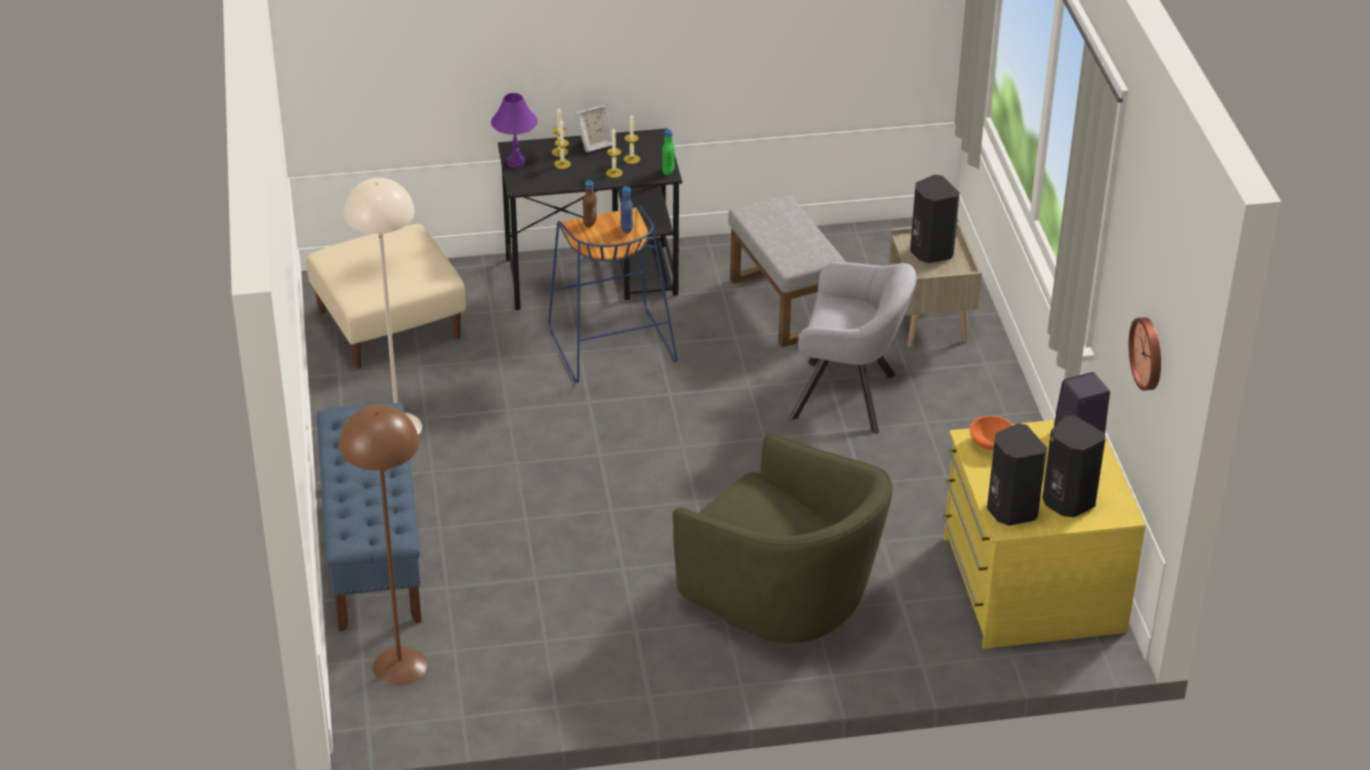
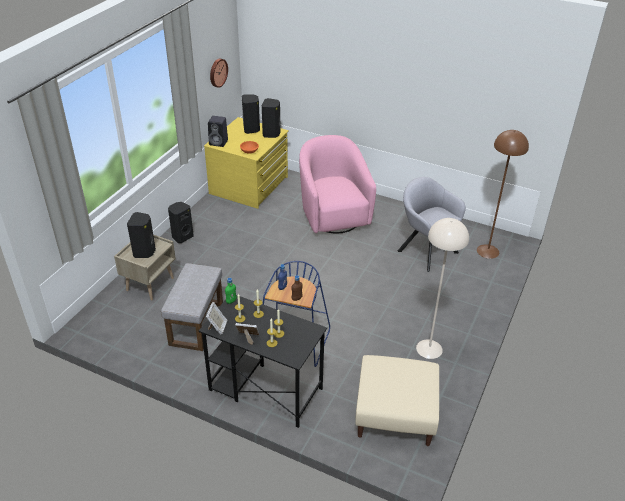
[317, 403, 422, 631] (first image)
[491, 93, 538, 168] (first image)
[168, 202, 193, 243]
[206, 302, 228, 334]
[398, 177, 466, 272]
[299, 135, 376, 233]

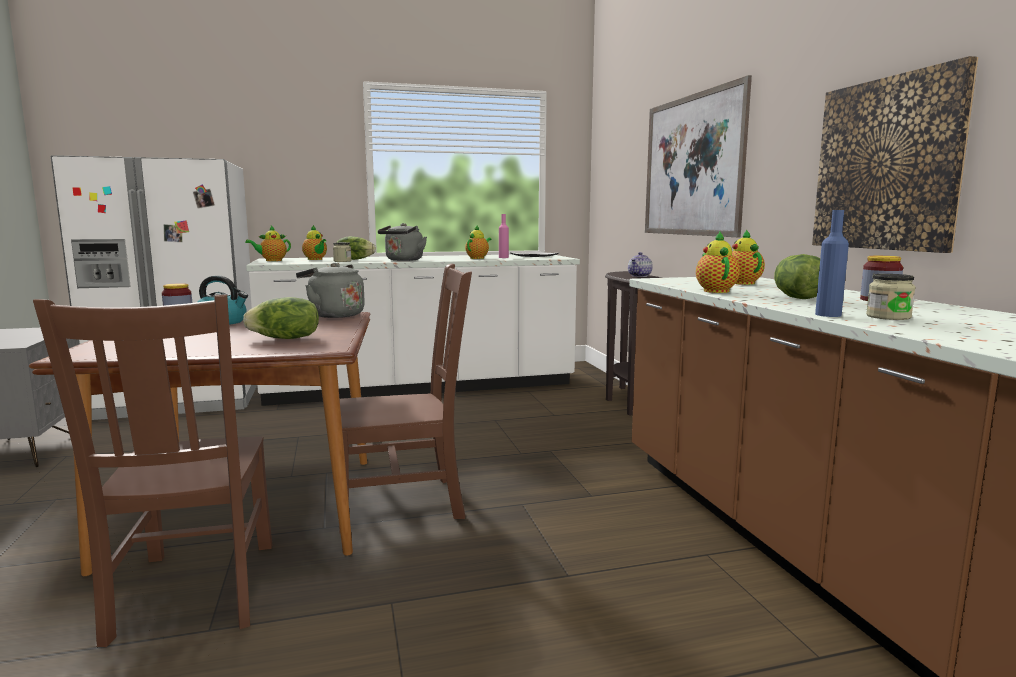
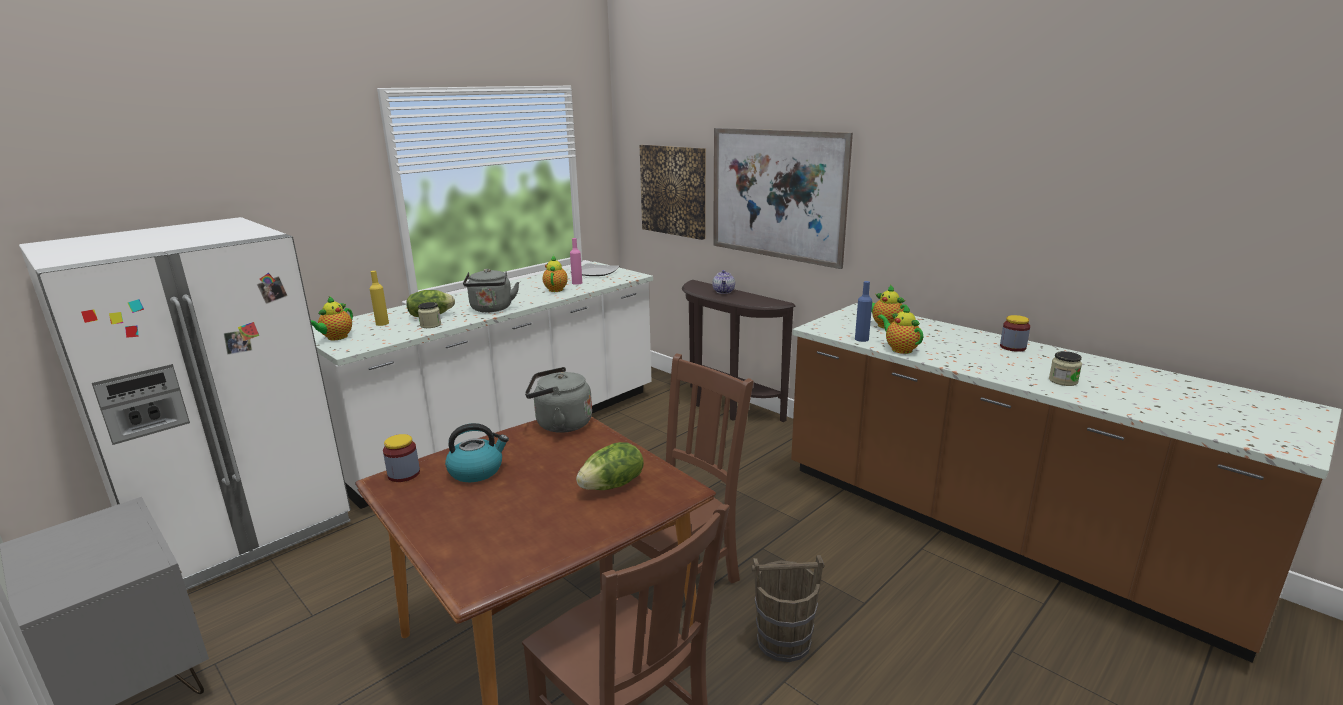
[774, 254, 820, 299] (first image)
[751, 555, 824, 662]
[640, 145, 706, 240]
[855, 281, 872, 342]
[369, 271, 389, 326]

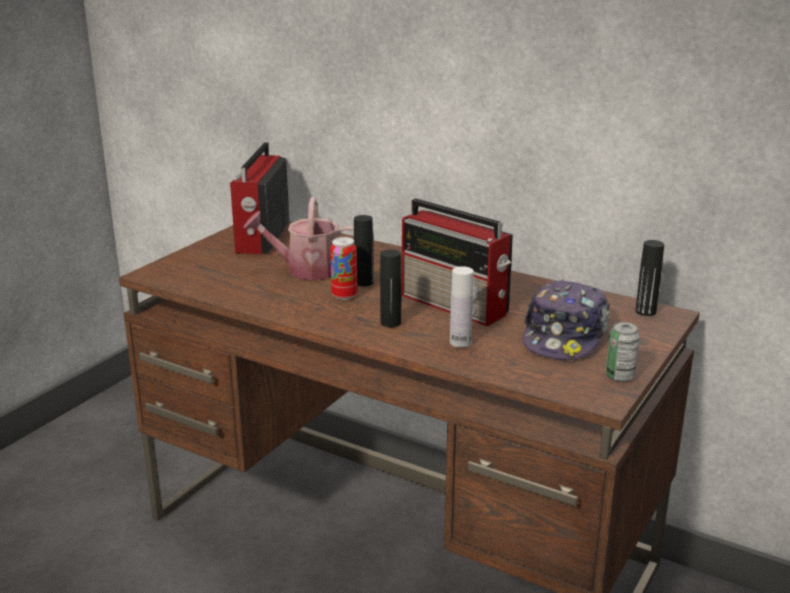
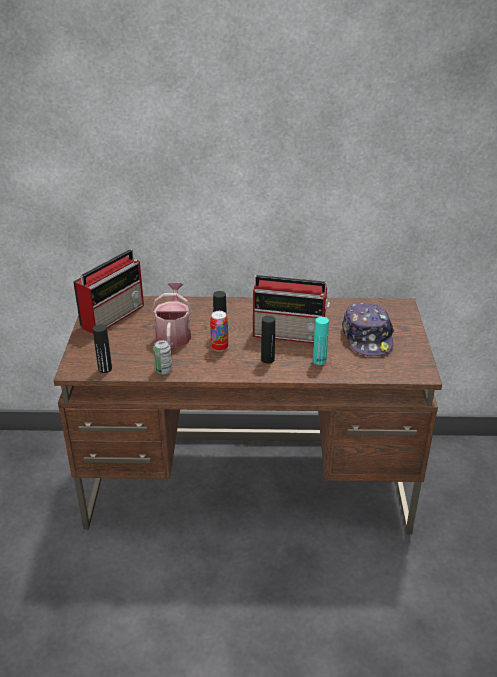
[153, 340, 172, 375]
[93, 324, 112, 373]
[313, 317, 329, 365]
[73, 249, 144, 334]
[151, 282, 192, 348]

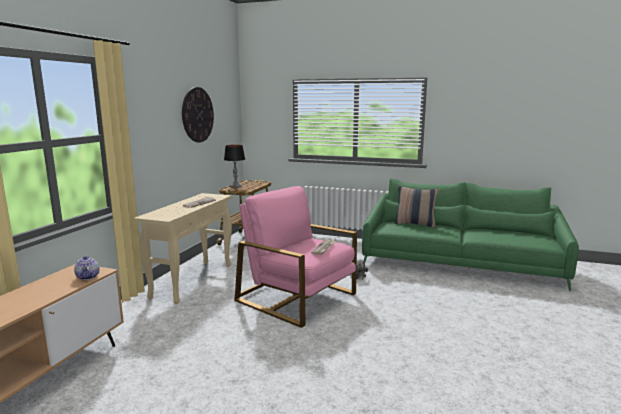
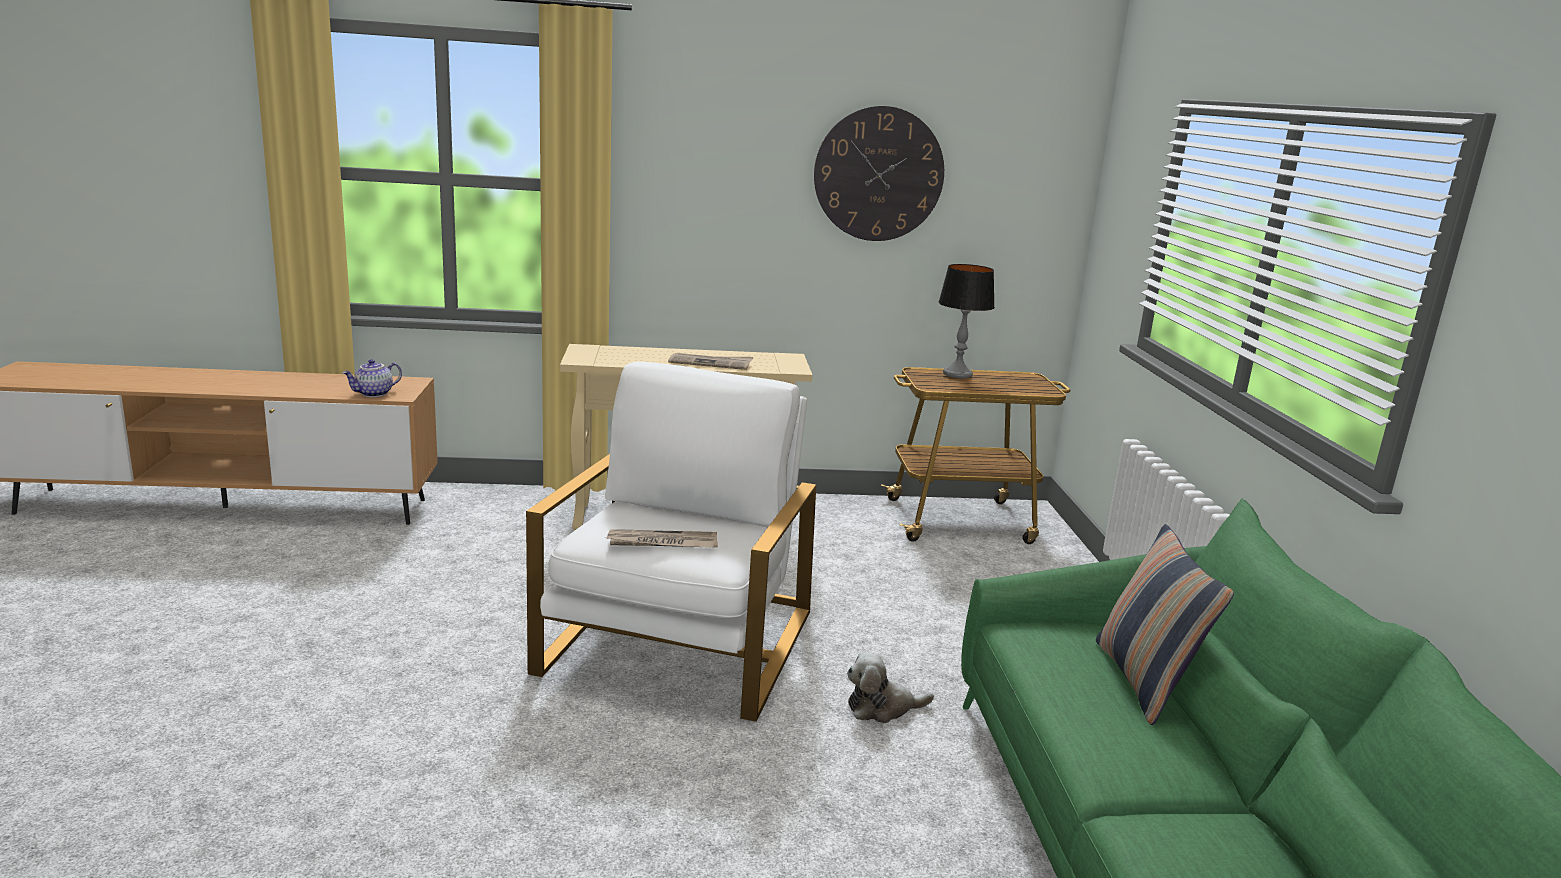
[526, 362, 816, 722]

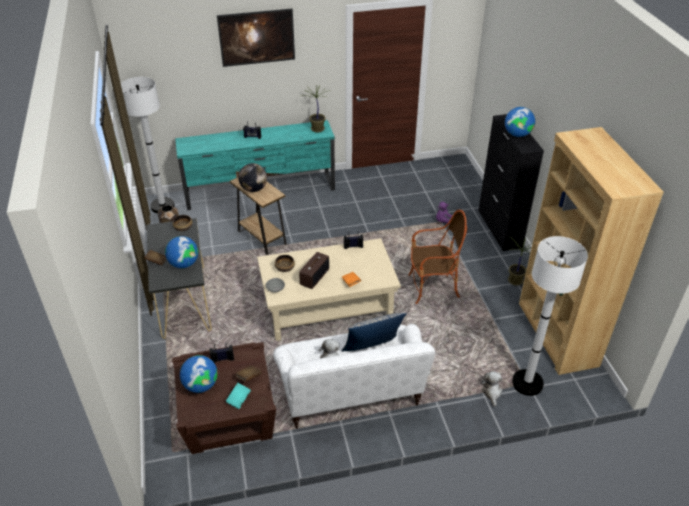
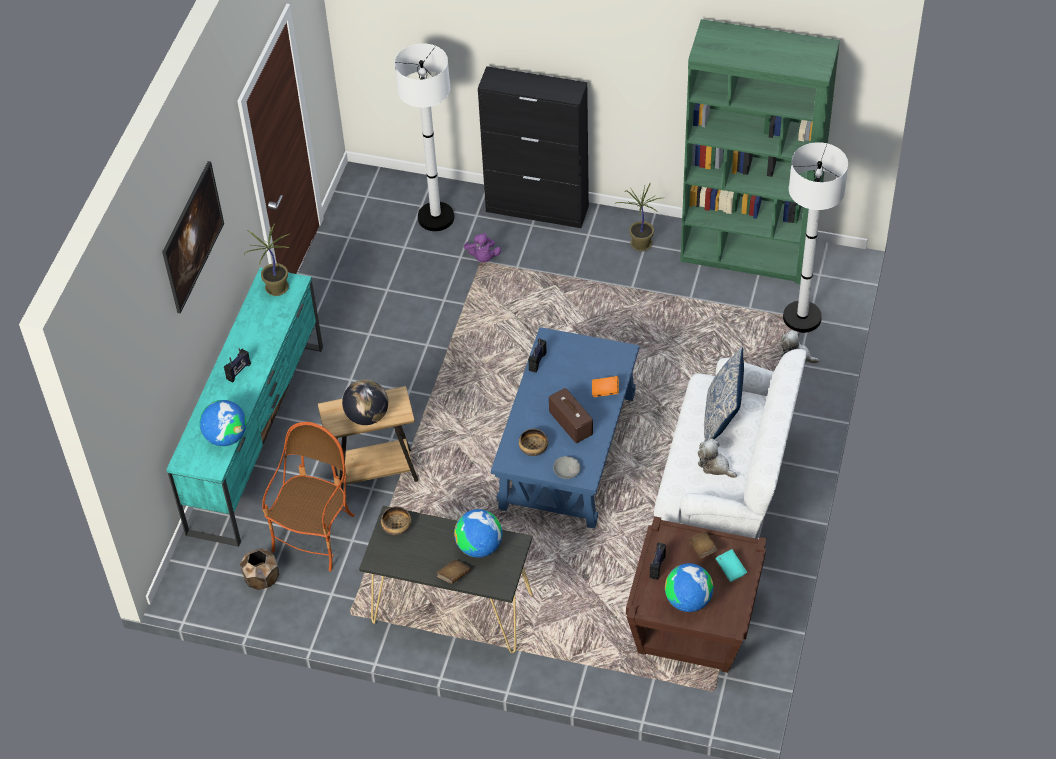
[395, 43, 454, 231]
[262, 422, 354, 571]
[200, 400, 247, 446]
[491, 327, 639, 529]
[680, 19, 840, 284]

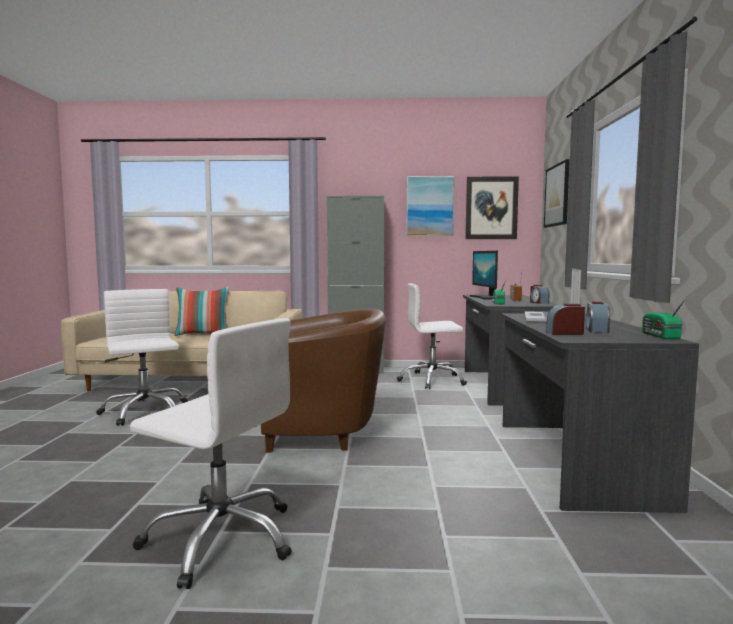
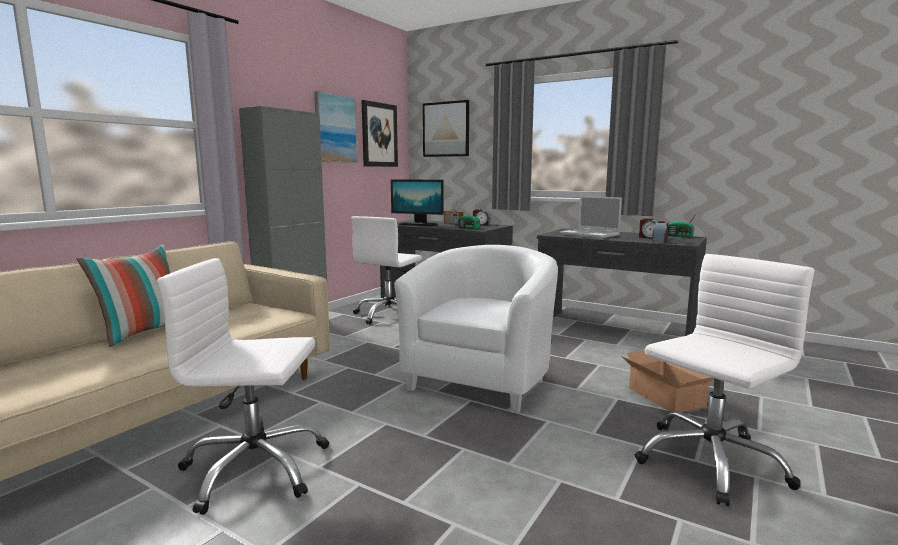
[622, 350, 714, 412]
[394, 245, 558, 414]

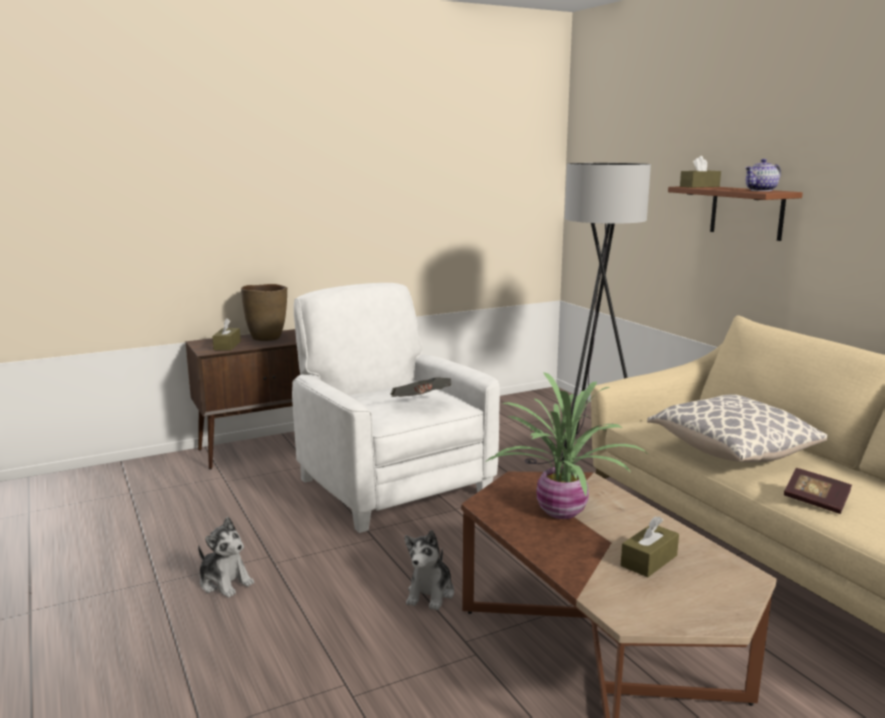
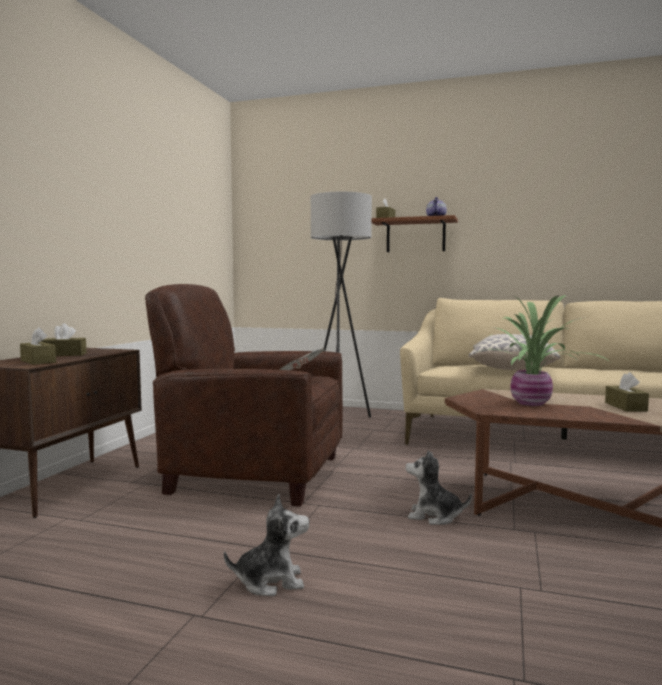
[784, 468, 852, 514] (first image)
[41, 323, 86, 356]
[145, 284, 343, 506]
[406, 450, 472, 525]

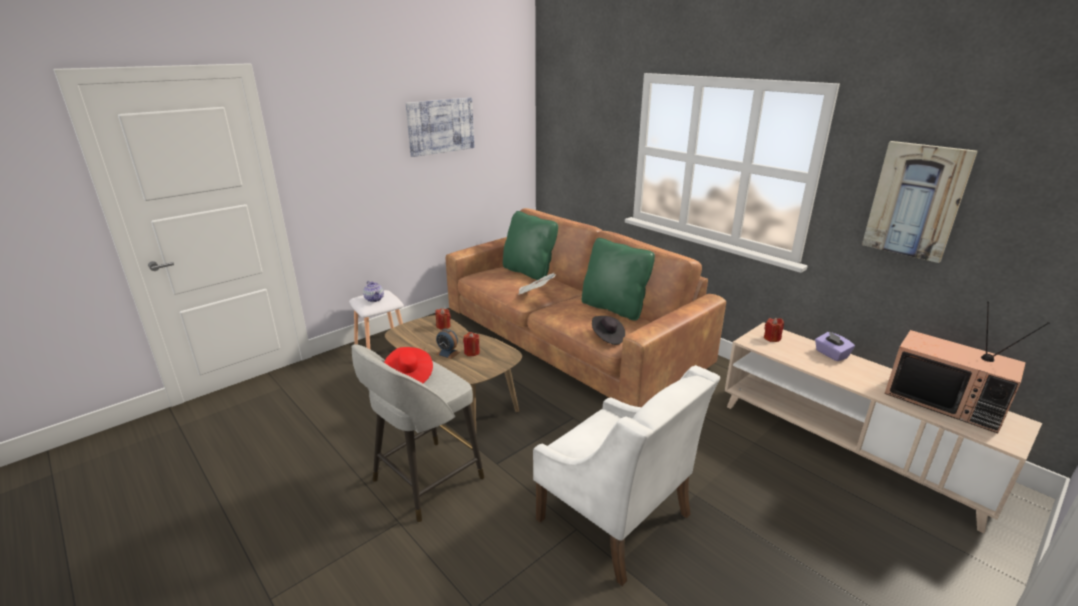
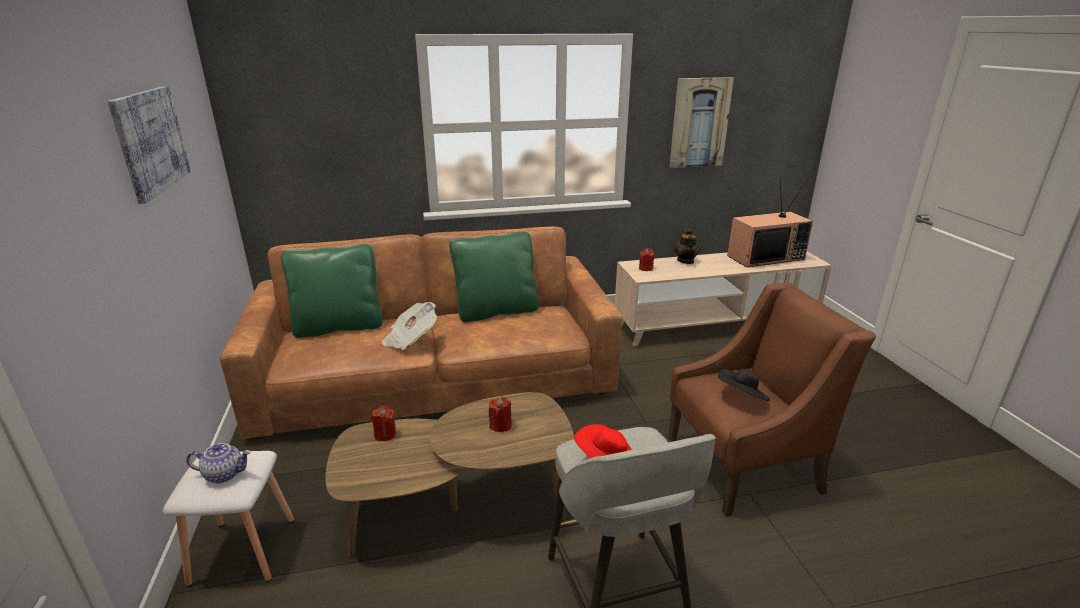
[436, 328, 460, 359] (first image)
[718, 369, 770, 401]
[674, 229, 700, 264]
[668, 283, 876, 517]

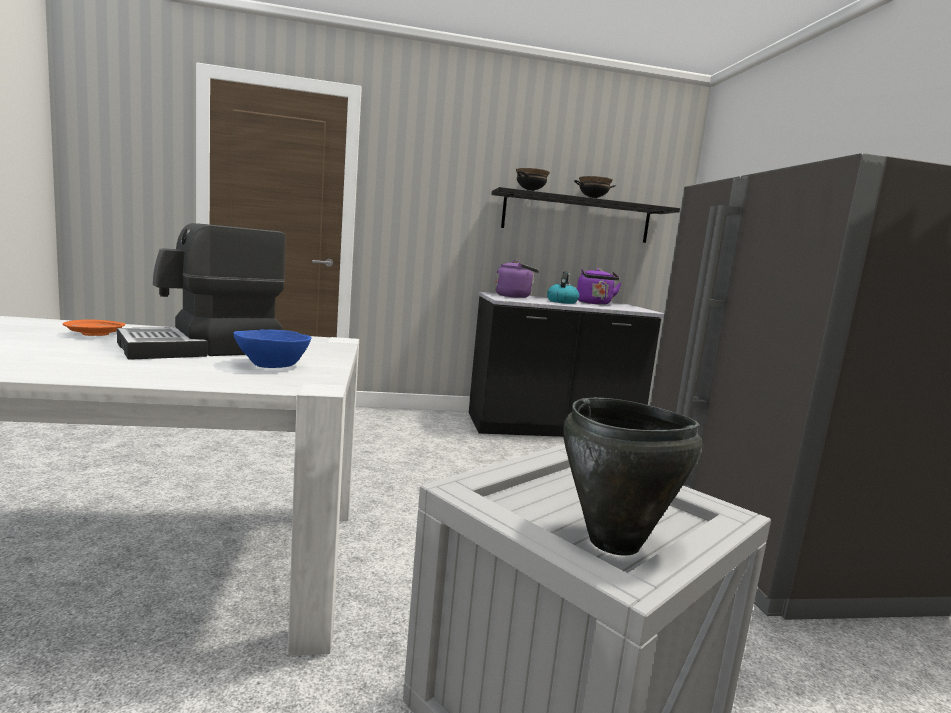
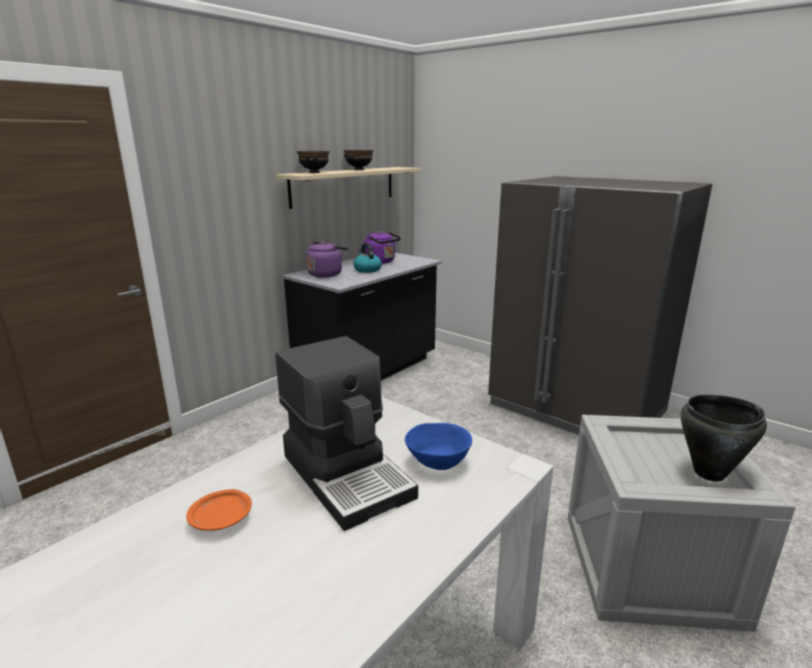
[276, 167, 421, 209]
[275, 336, 418, 531]

